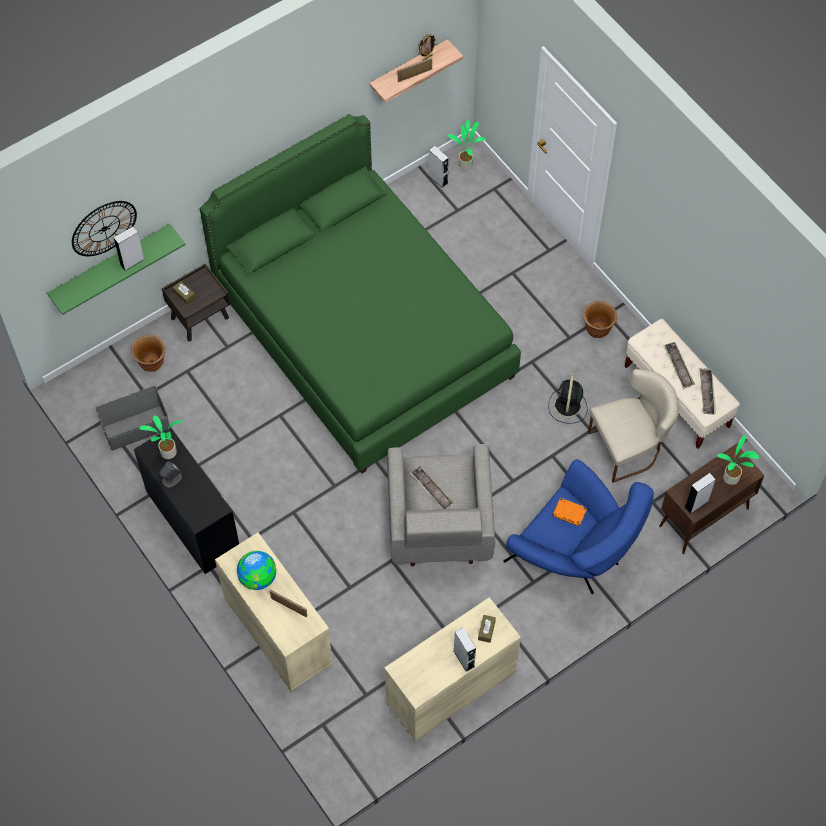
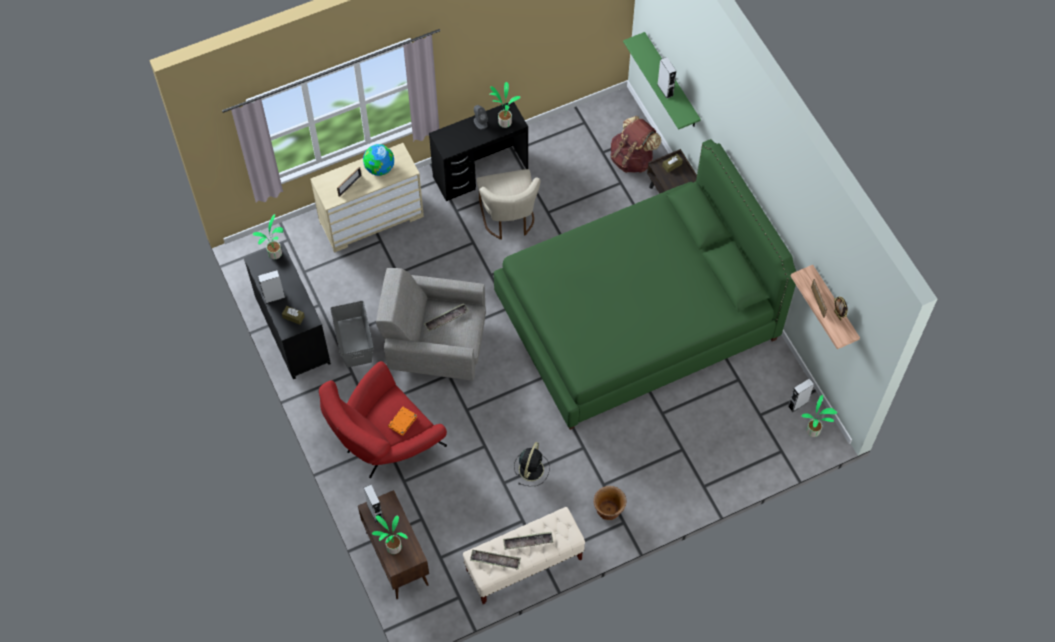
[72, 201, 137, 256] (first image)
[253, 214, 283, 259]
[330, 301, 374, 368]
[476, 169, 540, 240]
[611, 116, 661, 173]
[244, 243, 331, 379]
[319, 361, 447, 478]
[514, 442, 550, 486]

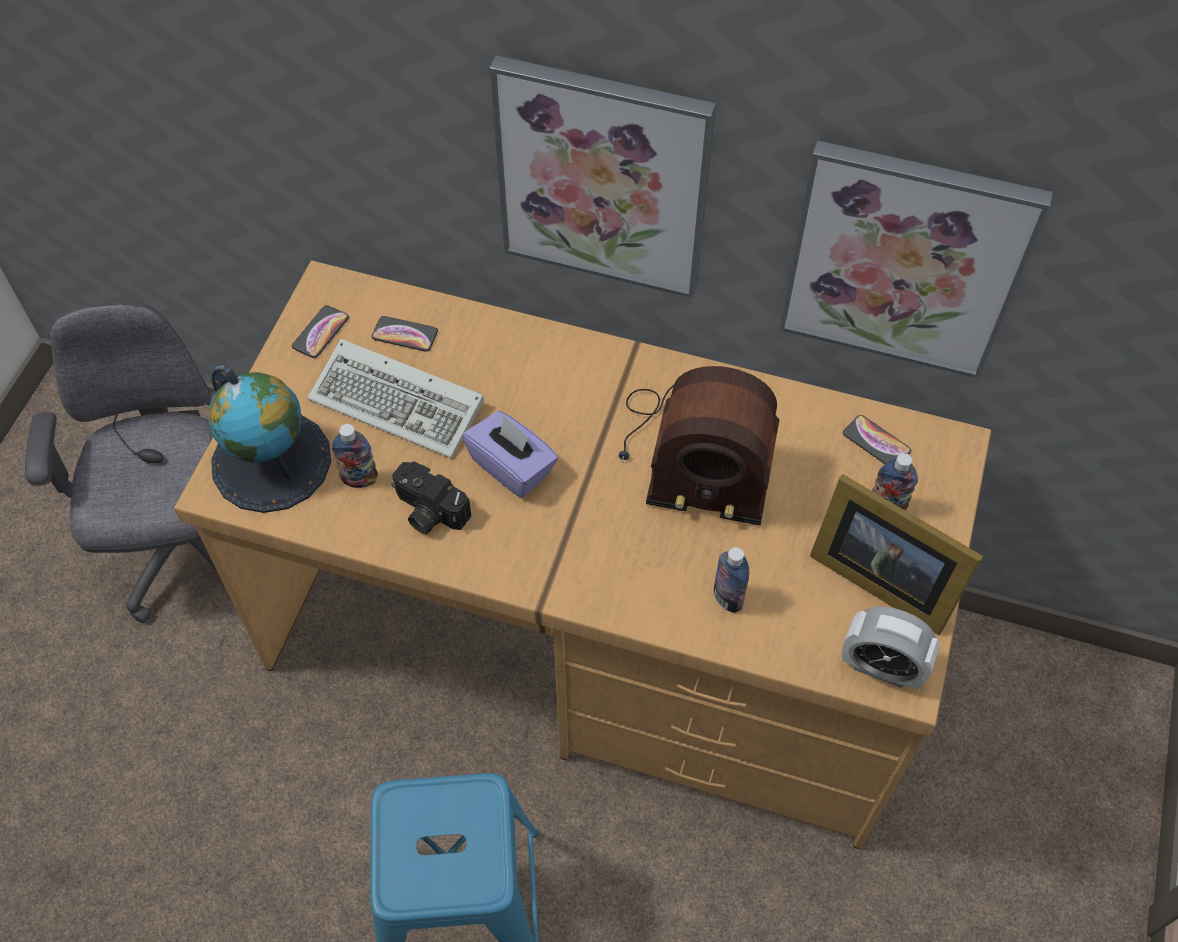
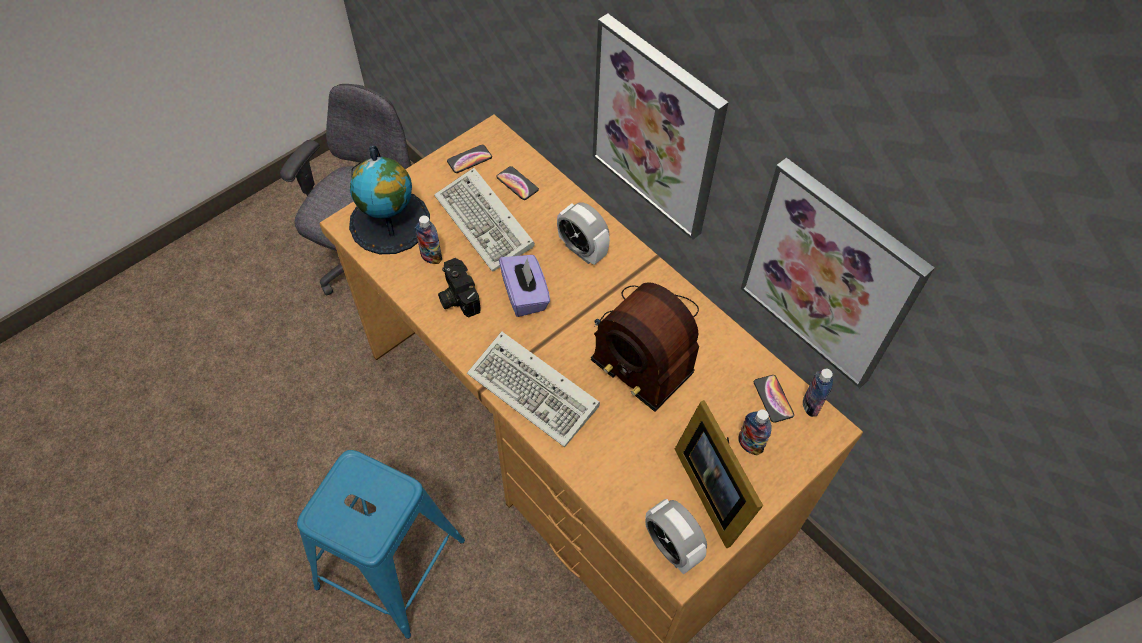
[467, 331, 600, 447]
[557, 202, 610, 265]
[803, 369, 833, 417]

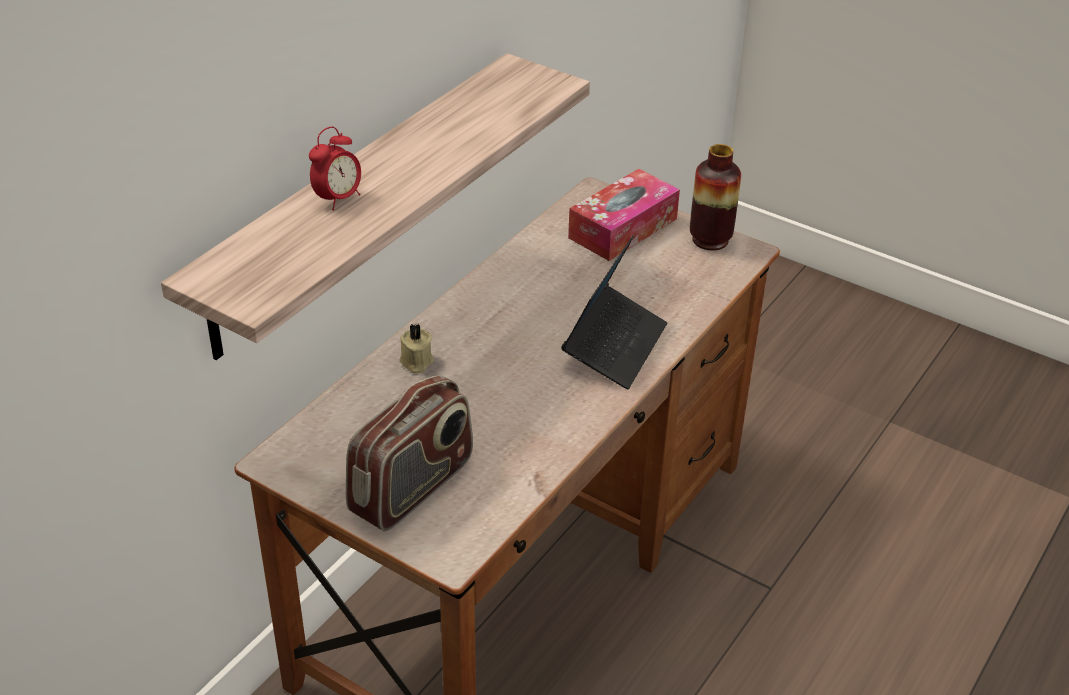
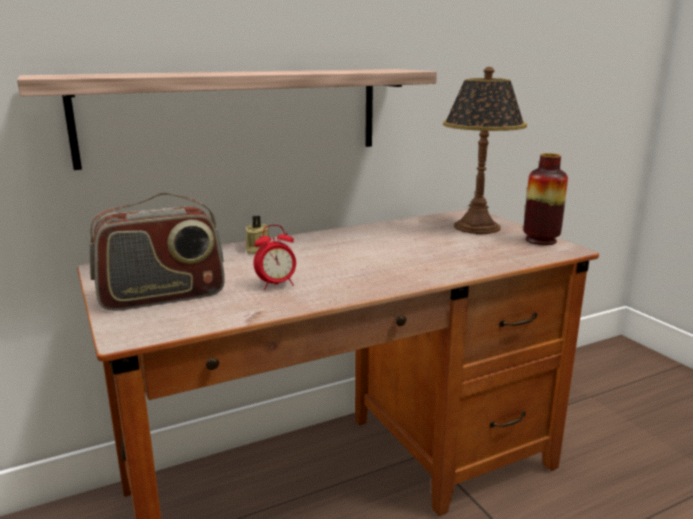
[561, 235, 667, 389] (first image)
[254, 225, 296, 290]
[443, 67, 527, 234]

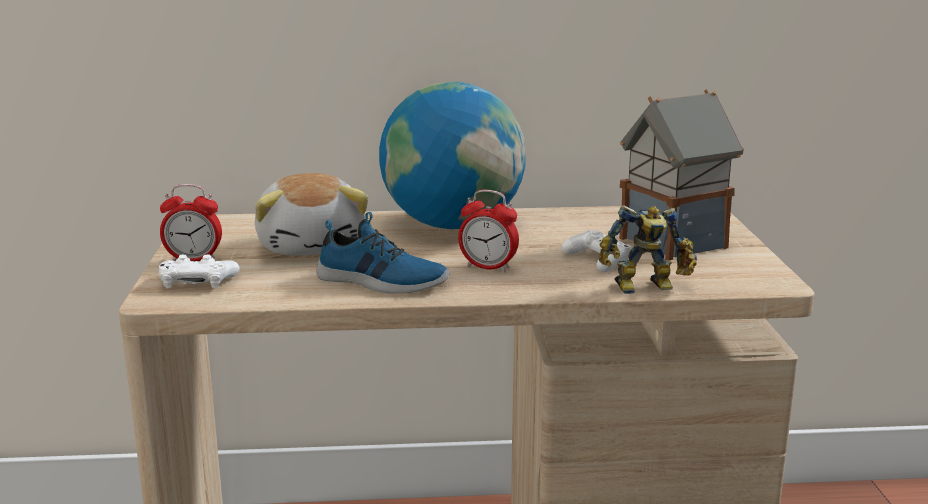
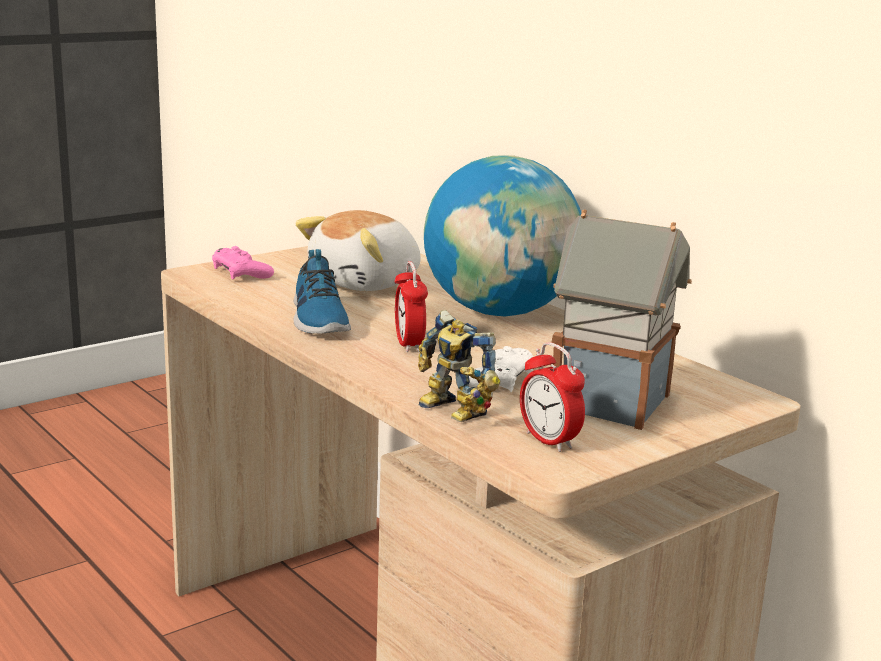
[520, 342, 585, 452]
[212, 246, 274, 280]

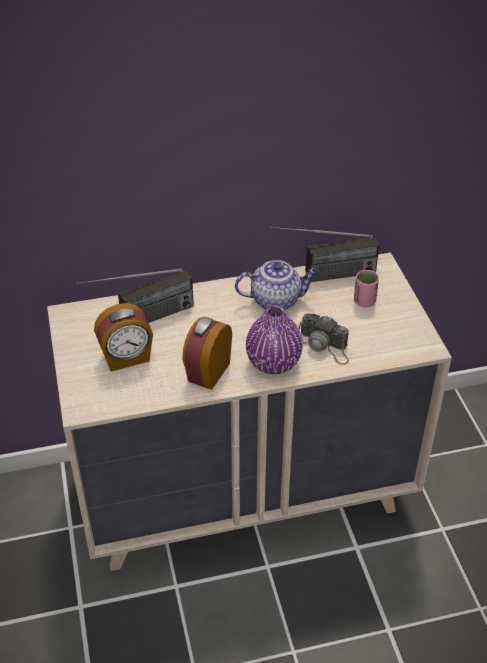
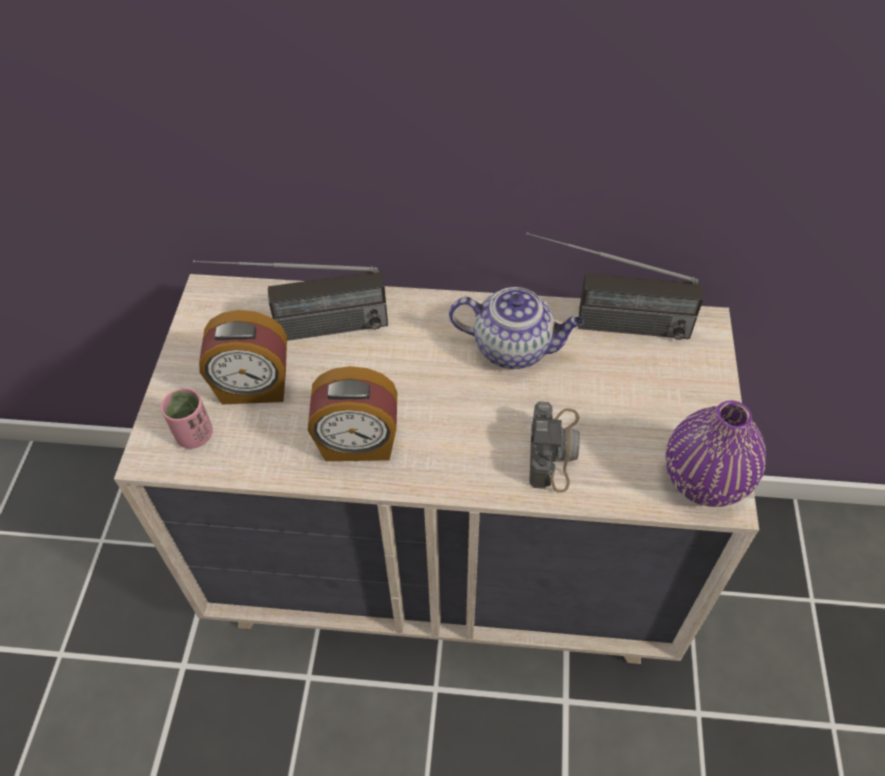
[666, 401, 766, 507]
[161, 388, 213, 449]
[308, 366, 397, 461]
[529, 401, 580, 493]

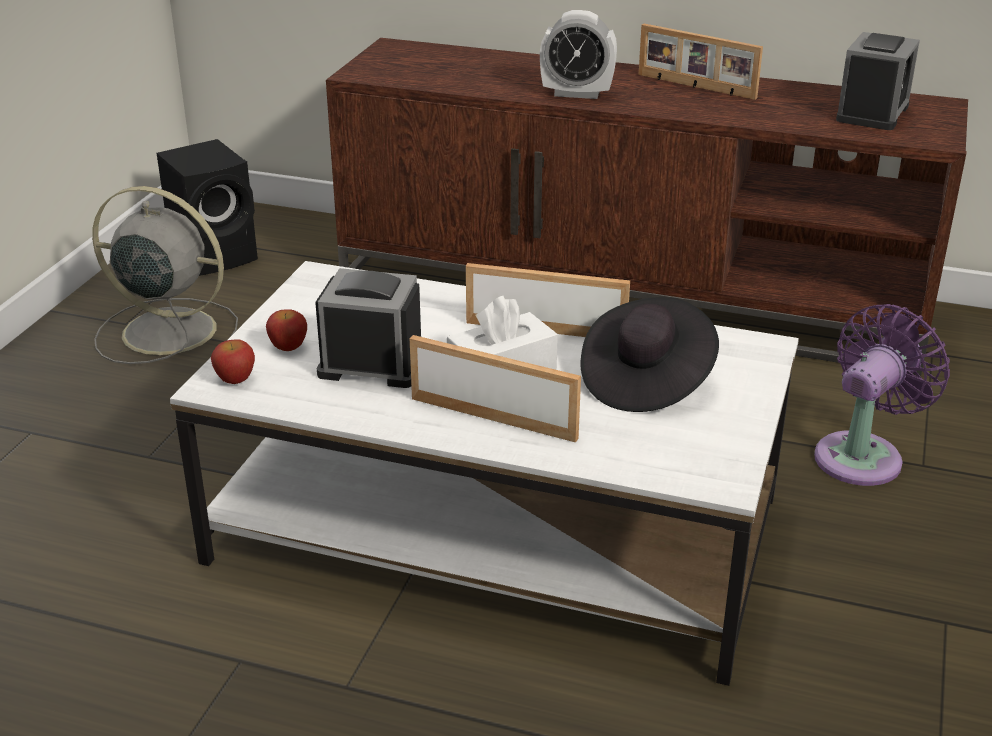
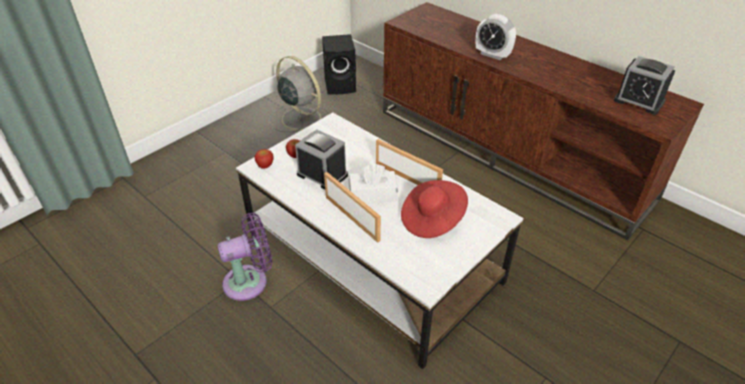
[638, 24, 763, 100] (first image)
[217, 213, 272, 301]
[401, 180, 468, 238]
[614, 56, 676, 115]

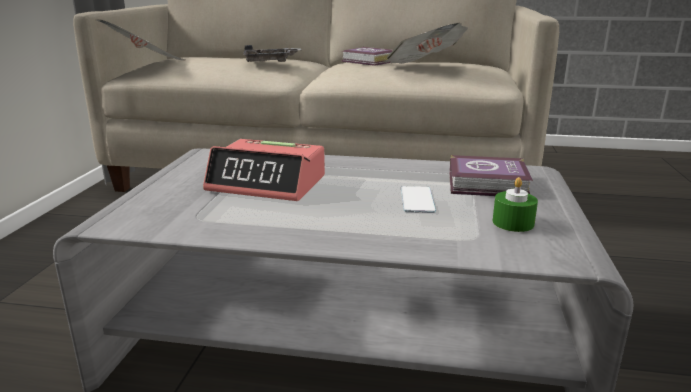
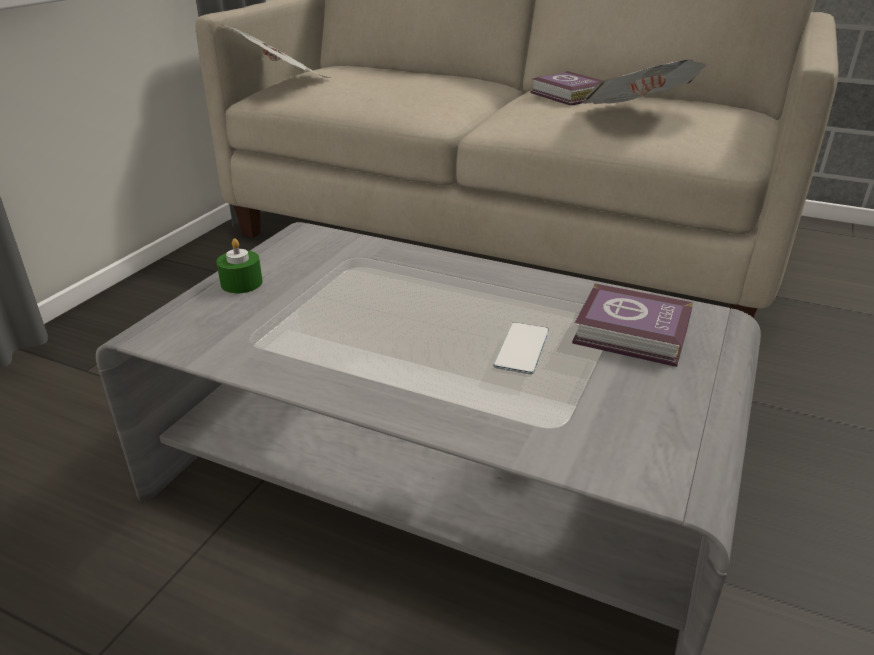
[203, 139, 325, 201] (first image)
[243, 45, 301, 62] (first image)
[216, 238, 263, 293]

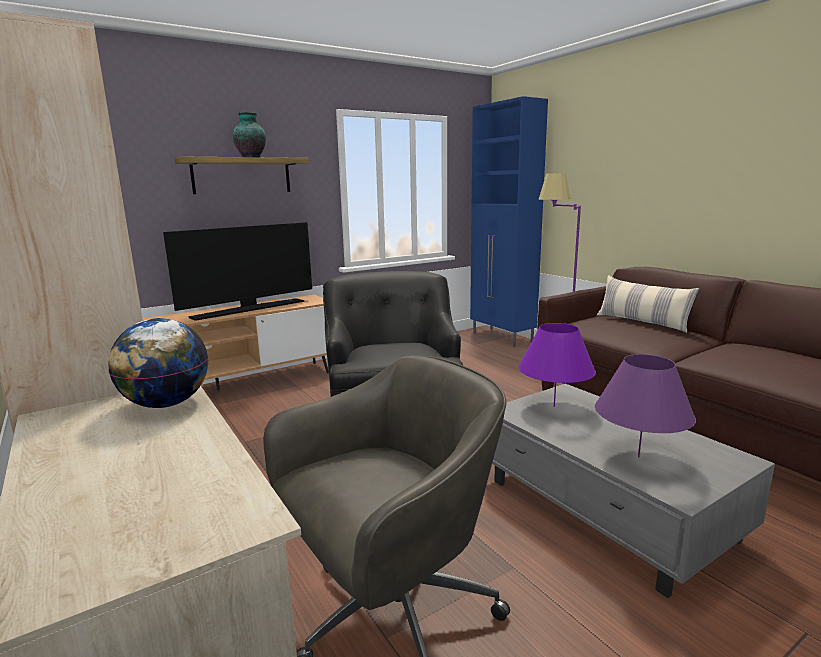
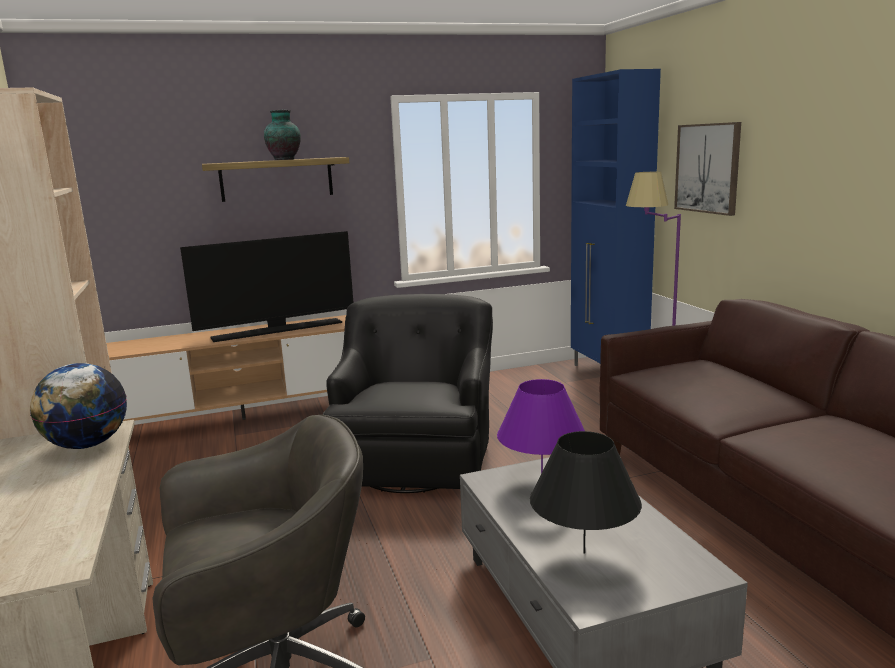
[597, 275, 699, 333] (first image)
[674, 122, 741, 216]
[530, 431, 642, 554]

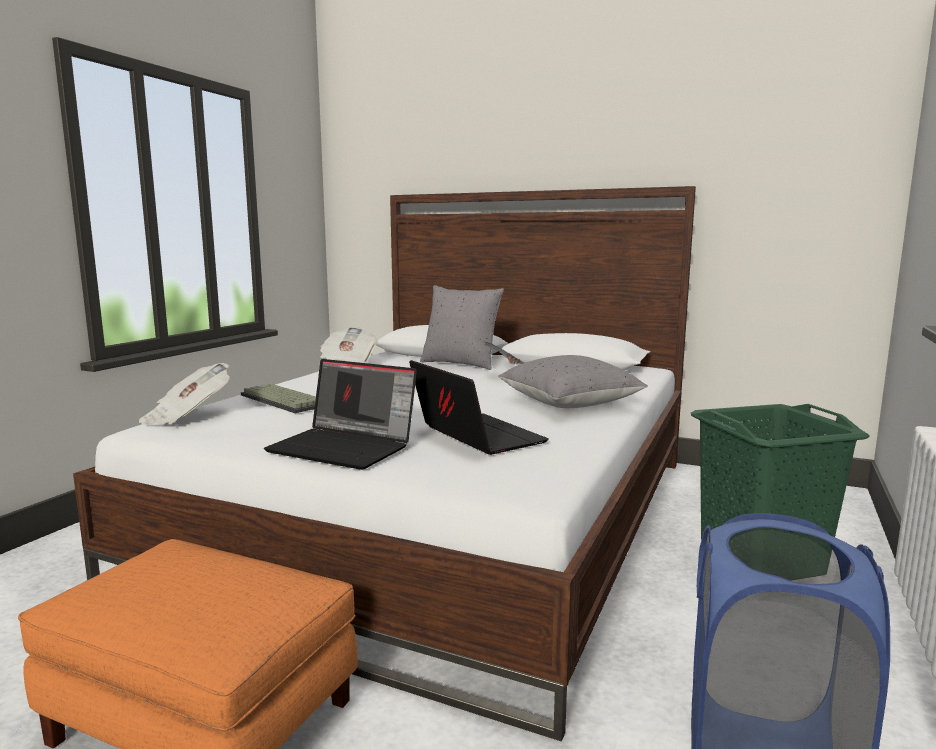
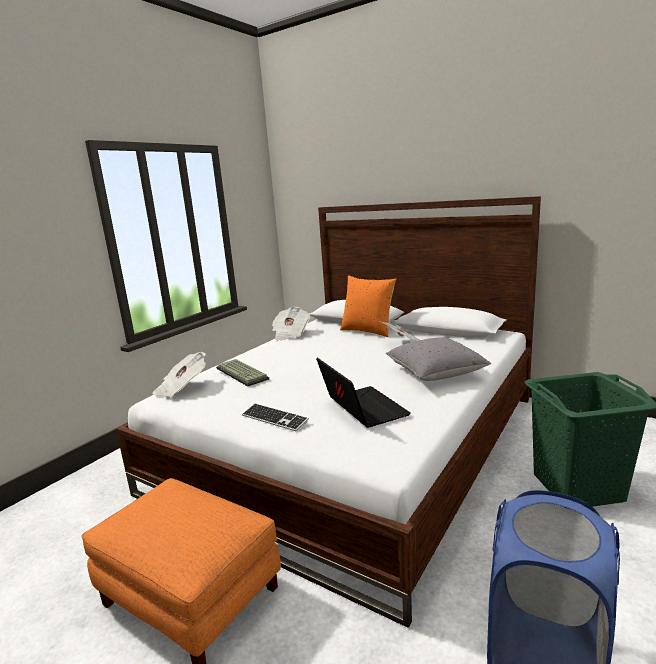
[242, 403, 309, 431]
[340, 275, 396, 337]

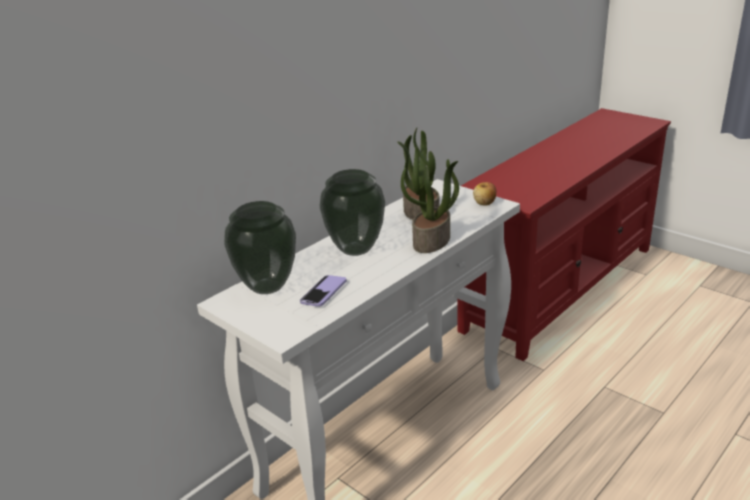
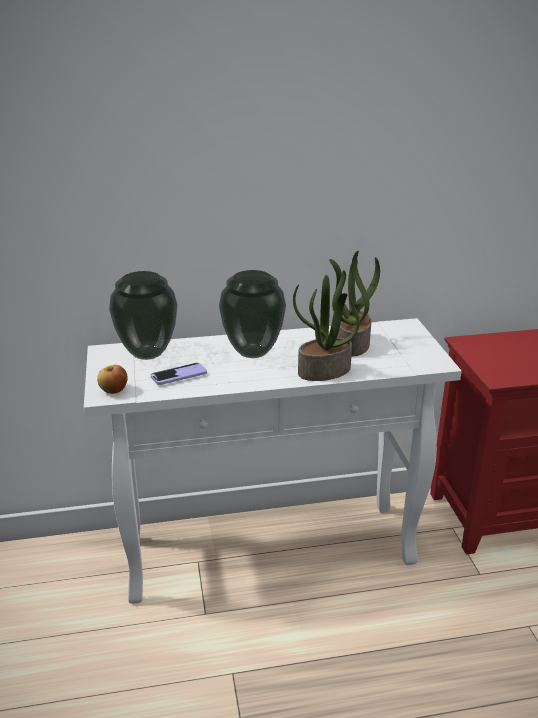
[97, 365, 128, 394]

